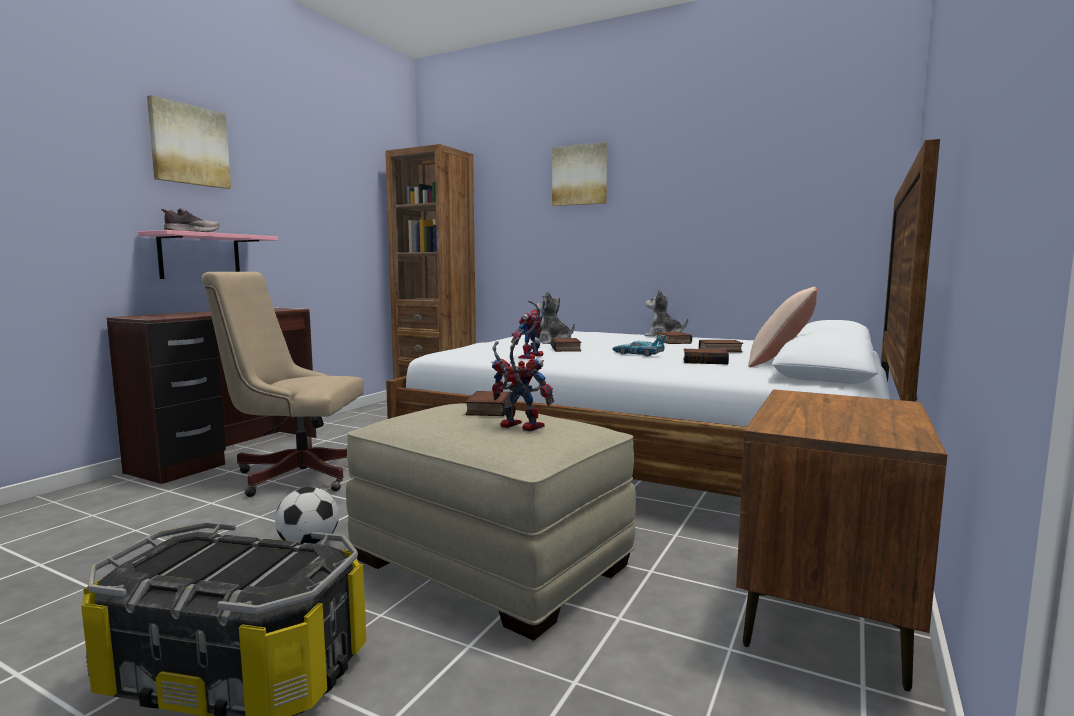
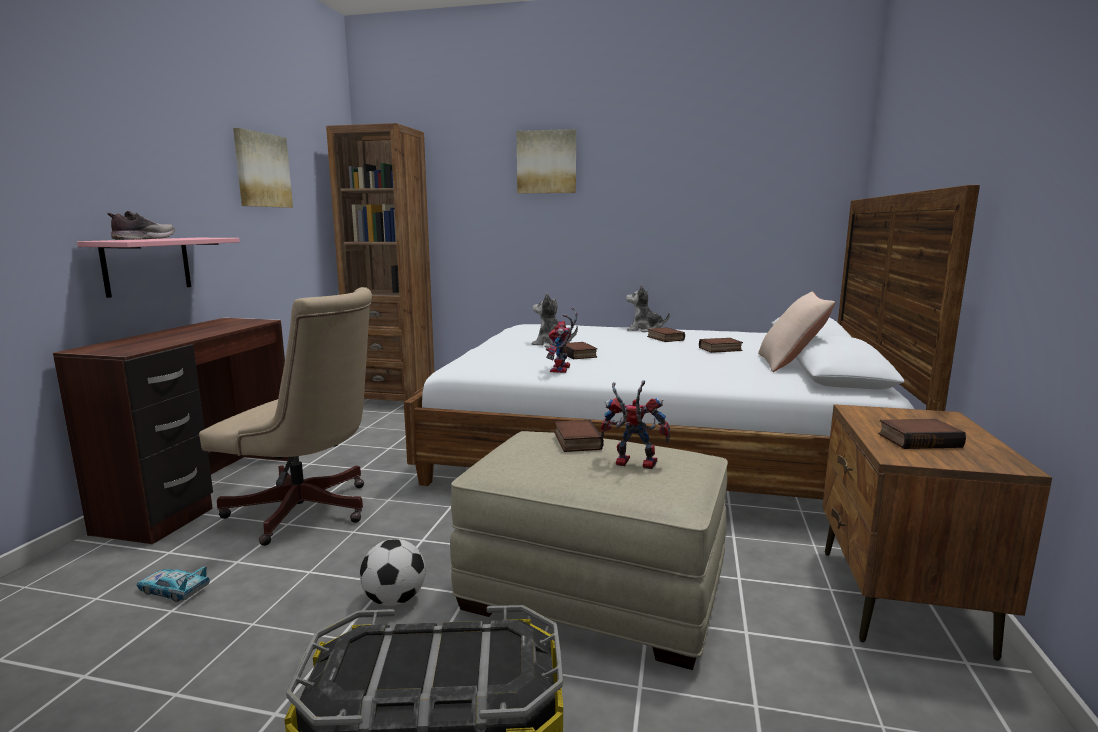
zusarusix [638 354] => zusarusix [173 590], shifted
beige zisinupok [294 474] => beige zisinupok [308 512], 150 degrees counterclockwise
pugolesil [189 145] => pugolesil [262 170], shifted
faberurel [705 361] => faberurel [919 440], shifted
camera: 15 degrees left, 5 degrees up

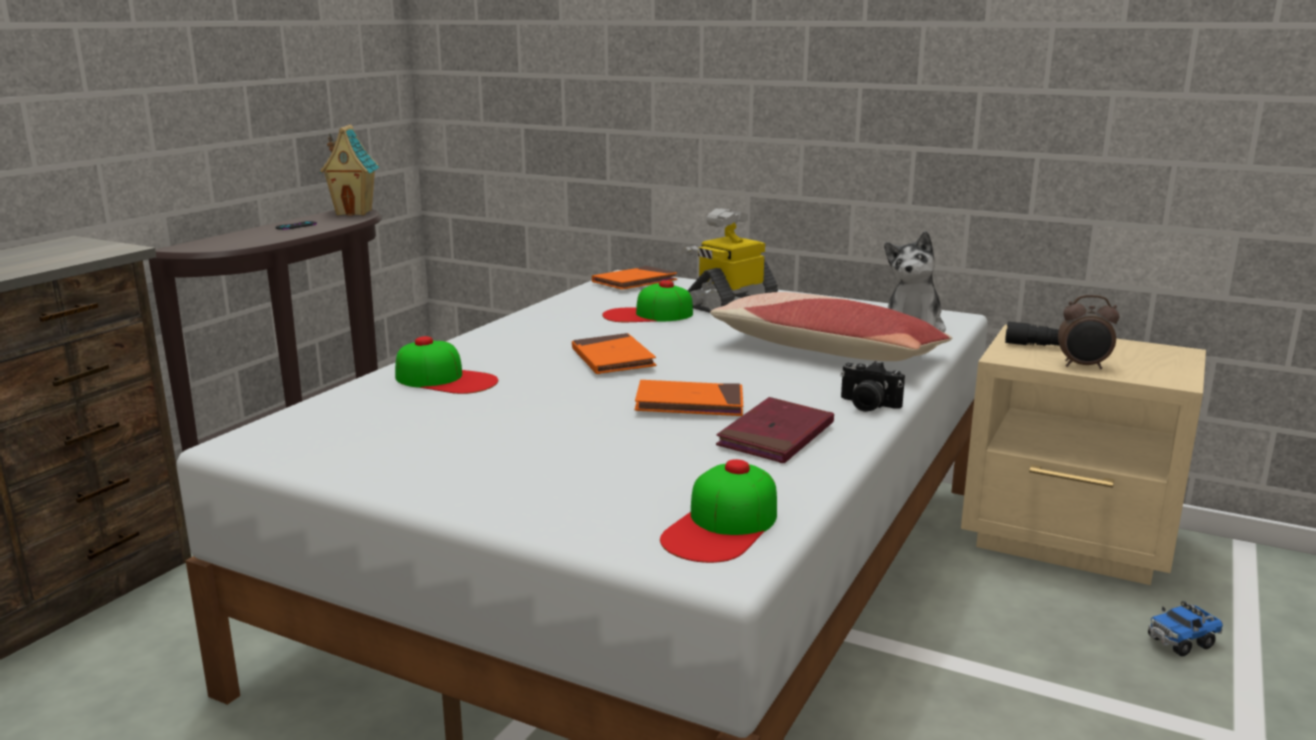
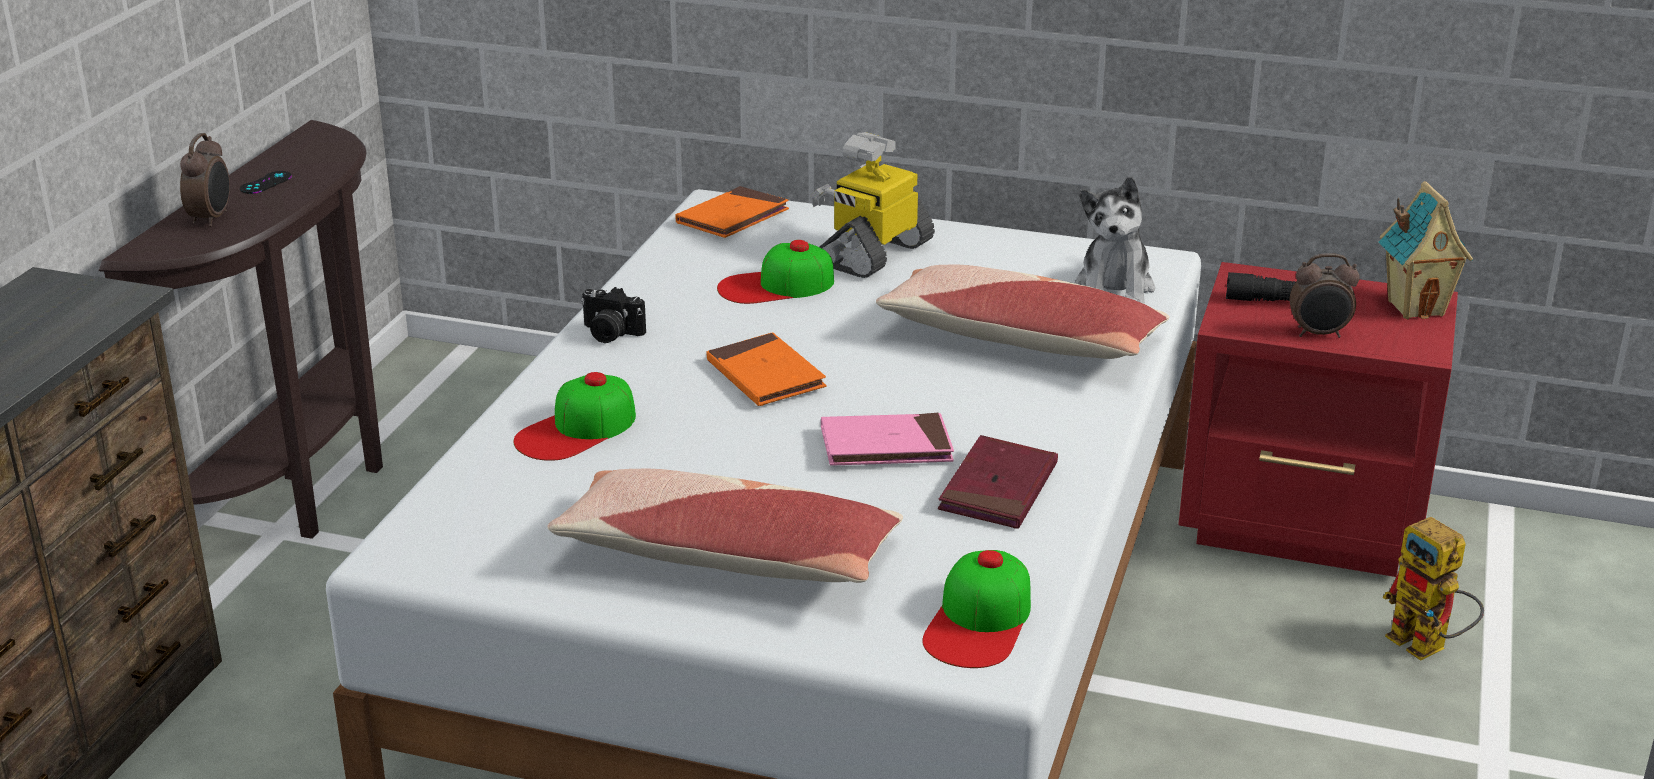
nothing => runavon [212 218]
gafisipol [446 379] => gafisipol [577 429], 120 degrees clockwise
nothing => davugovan [726 557]
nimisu [867 405] => nimisu [610 334], shifted
orange faberurel [689 404] => pink faberurel [886 446]
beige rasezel [1070 541] => red rasezel [1305 525]
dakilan [355 212] => dakilan [1415 307], shifted
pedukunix [1181 642] => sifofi [1428 647]
camera: 10 degrees left, 10 degrees up

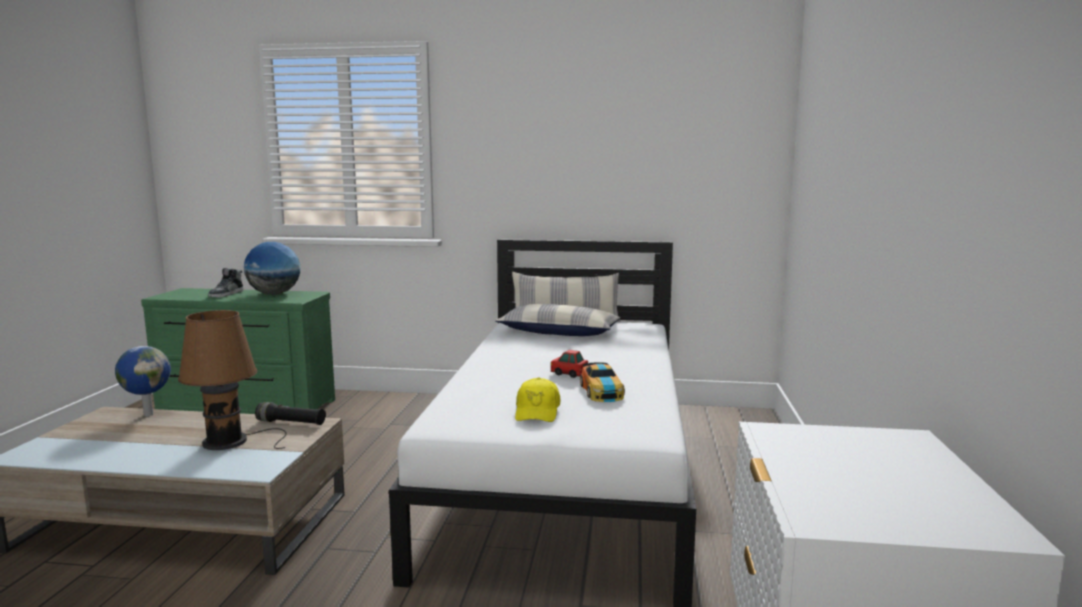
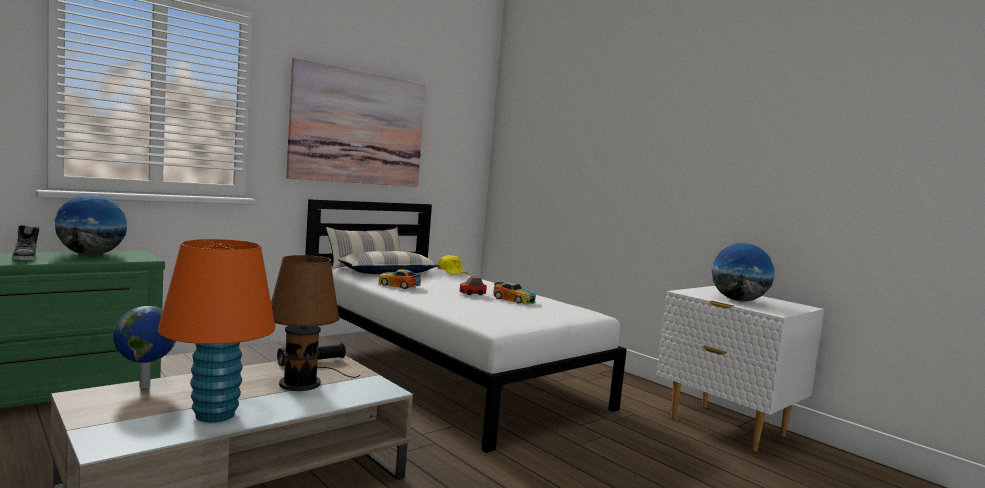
nothing => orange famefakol [214 415]
nothing => pugolesil [359 128]
nothing => zusarusix [398 285]
yellow gafisipol [537 411] => yellow gafisipol [452 272], shifted
nothing => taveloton [738 300]
camera: 50 degrees left, 5 degrees down

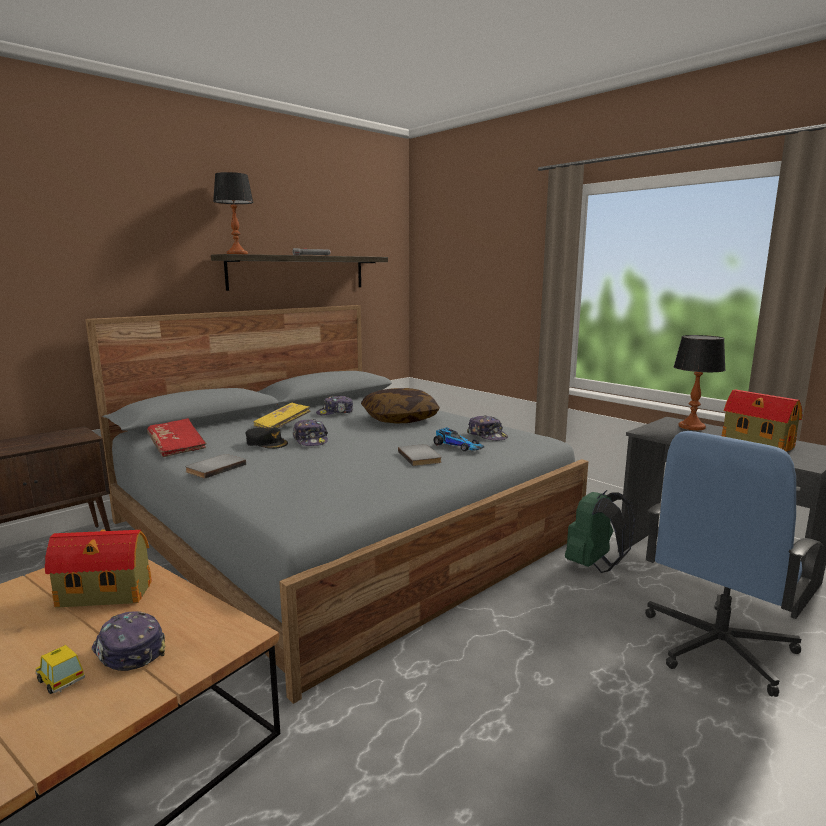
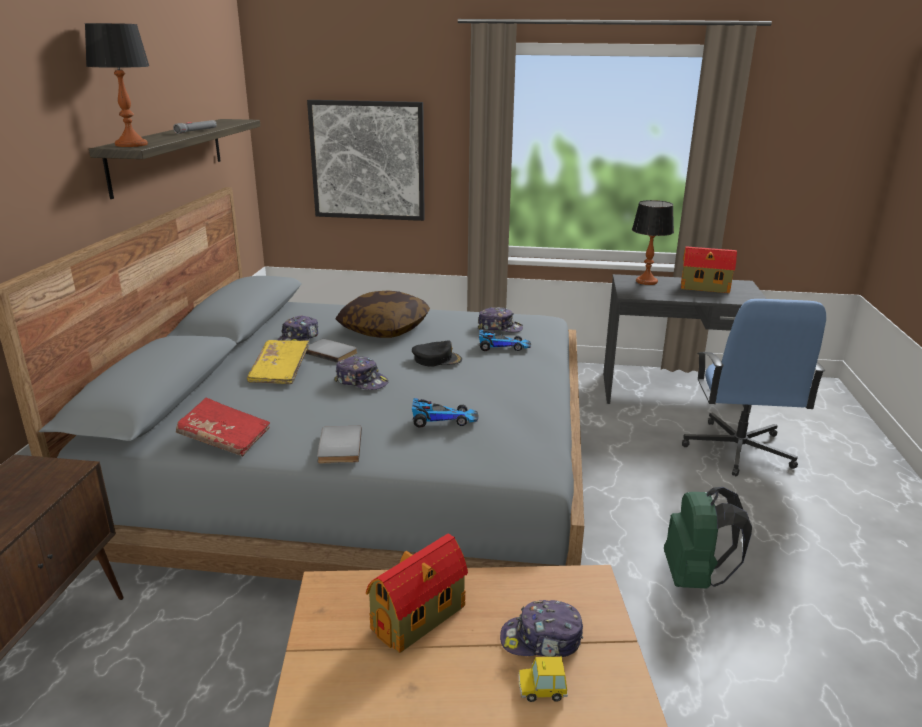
grey faberurel [421 457] => grey faberurel [331 352], shifted
nothing => pugolesil [368 160]
black gafisipol [267 443] => black gafisipol [437 359], shifted
nothing => zusarusix [442 419]
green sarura [594 565] => green sarura [695 578], shifted
camera: 40 degrees left, 10 degrees up

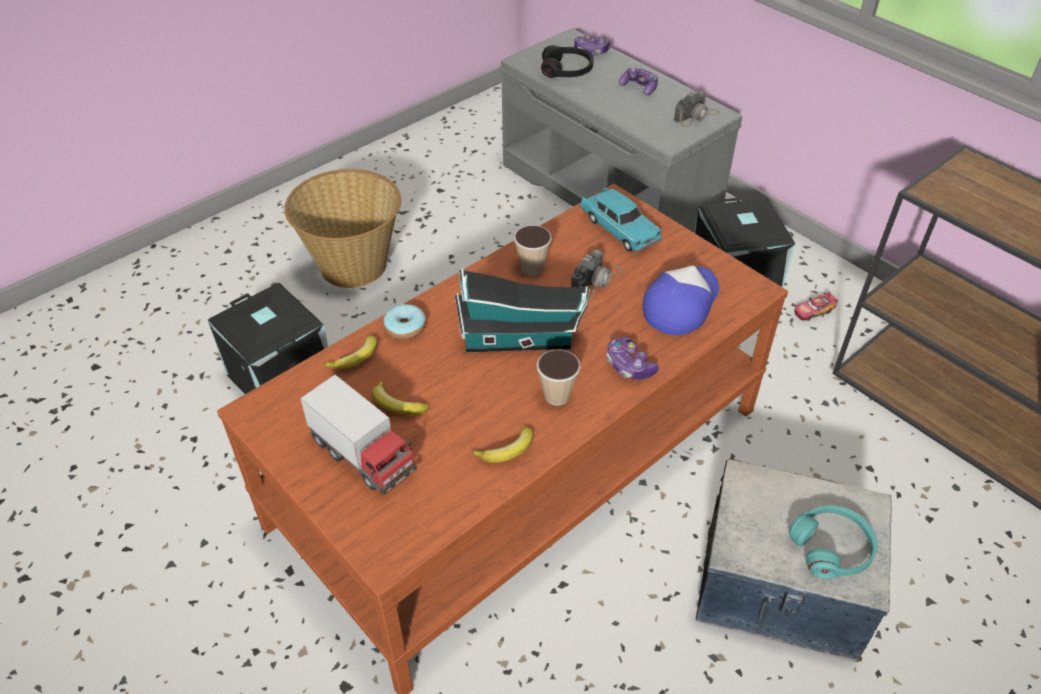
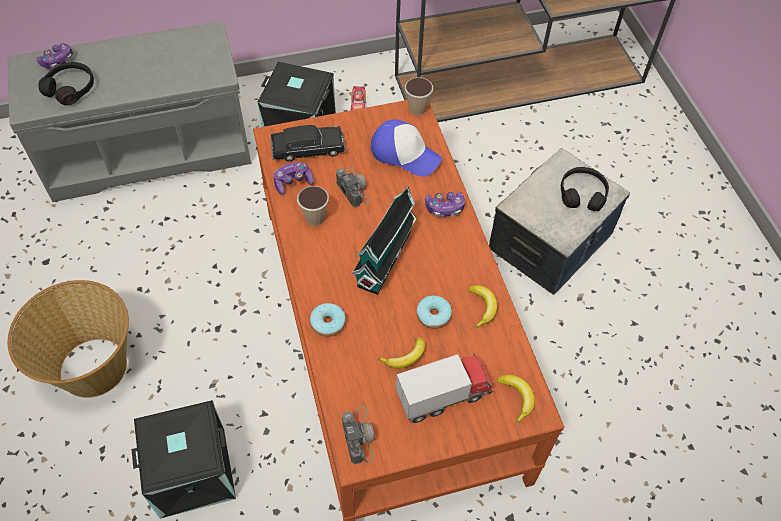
turquoise zusarusix [619 229] => black zusarusix [308 150]
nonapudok [639 87] => nonapudok [293 182], shifted
nimisu [696 116] => nimisu [359 435], shifted
gafisipol [681 304] => gafisipol [405 154], 150 degrees clockwise
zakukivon [557 396] => zakukivon [417 109], shifted
nothing => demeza [433 315]
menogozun [356 359] => menogozun [517 398], shifted
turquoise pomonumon [831 548] => black pomonumon [582 193]
camera: 65 degrees left, 10 degrees up

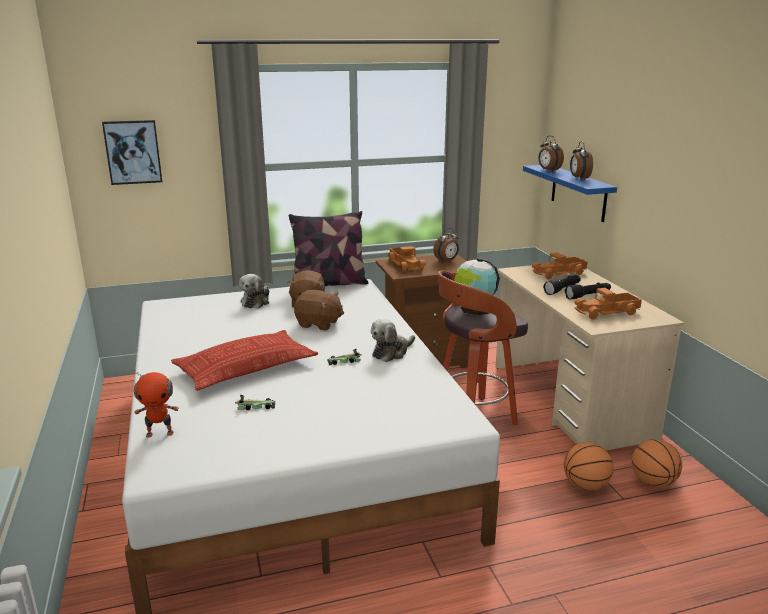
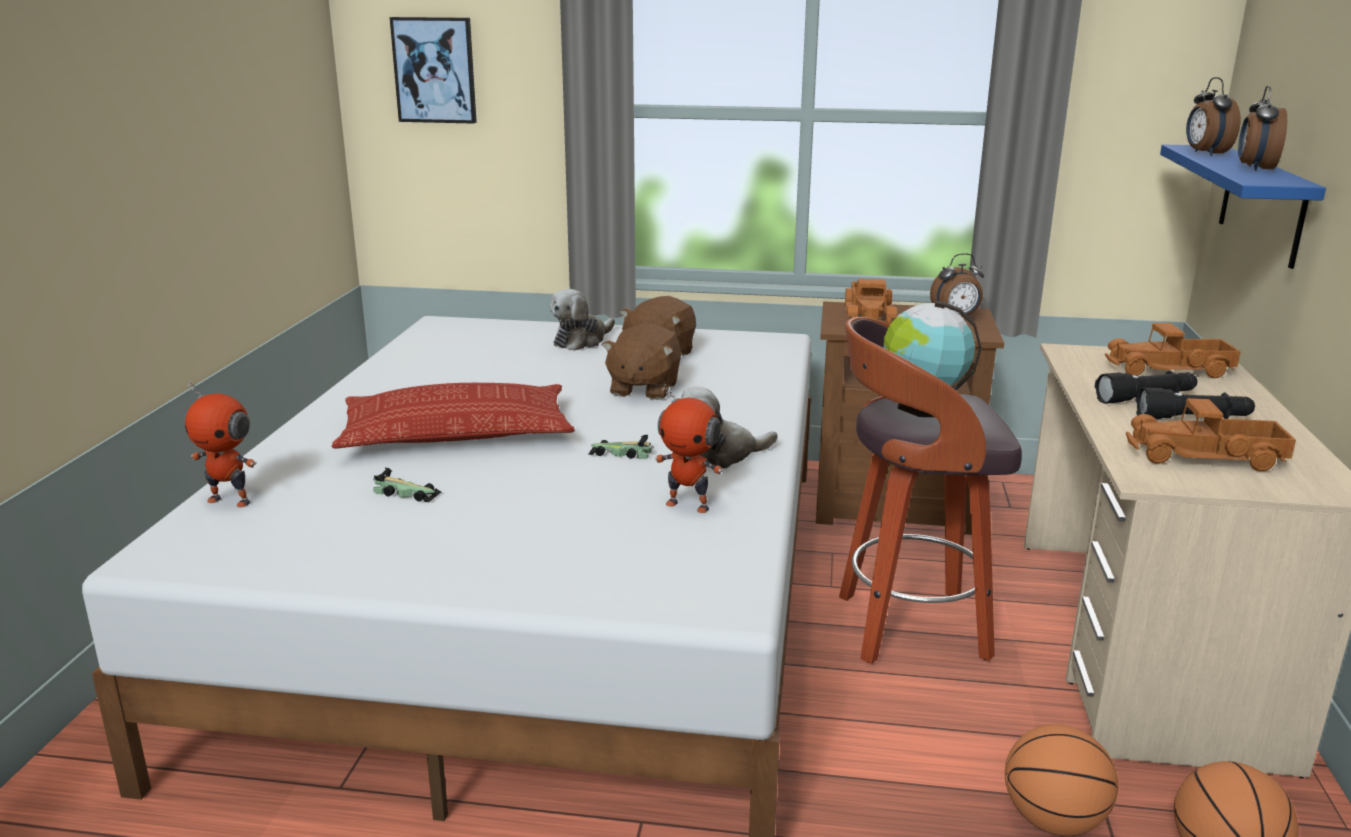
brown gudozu [319 324] => brown gudozu [643 389], 60 degrees clockwise
nothing => sifofi [688 505]
davugovan [329 284] => nothing
camera: 25 degrees right, 0 degrees up

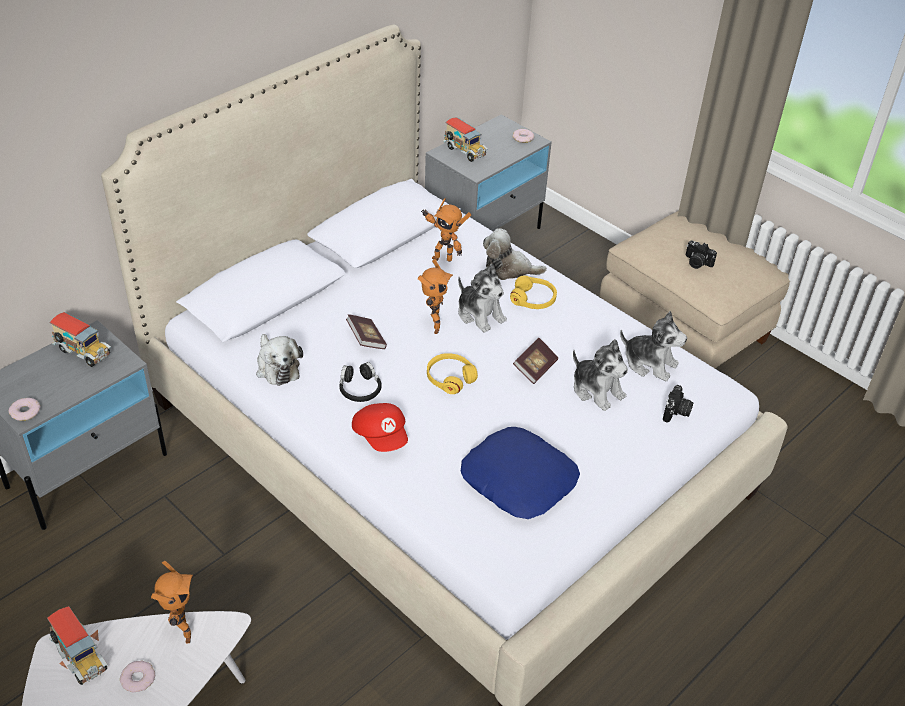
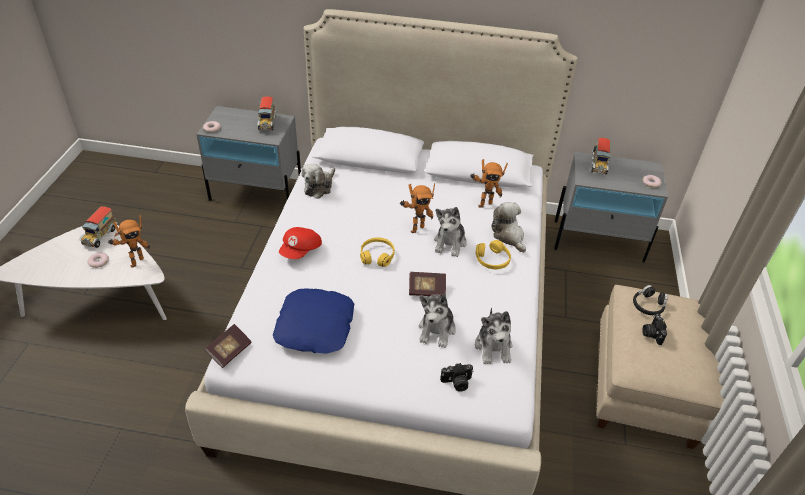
faberurel [366 339] => faberurel [229 351], shifted
sifofi [442 257] => sifofi [484 203], 90 degrees counterclockwise
black pomonumon [359 389] => black pomonumon [648 305], shifted
camera: 55 degrees right, 0 degrees up

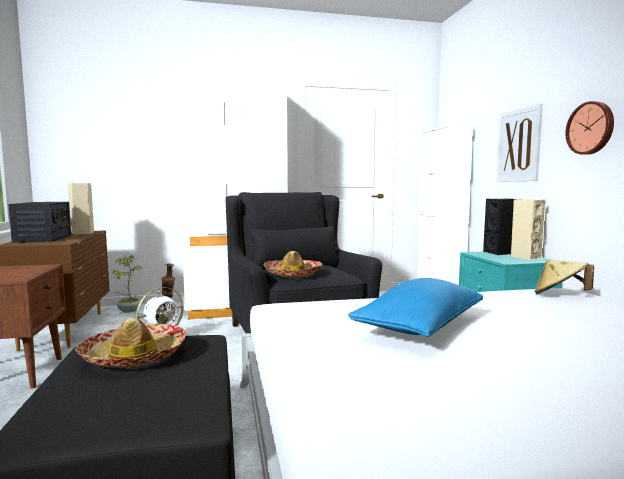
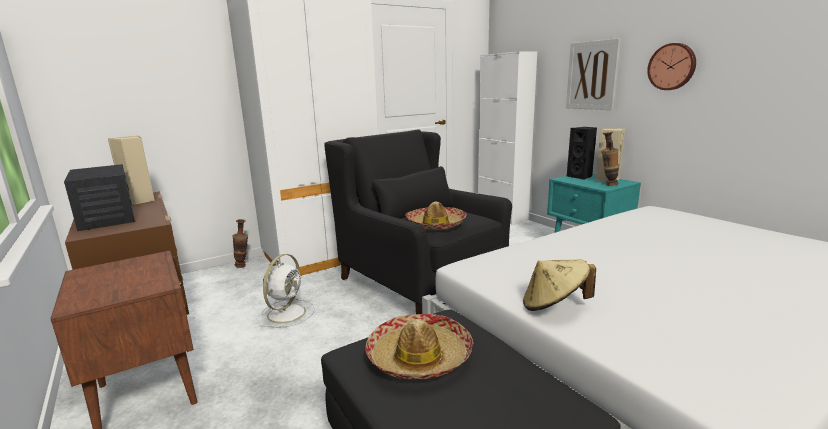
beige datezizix [560 295] => beige datezizix [554 305], shifted
nothing => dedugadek [607 184]
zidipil [128 310] => nothing
blue davugovan [420 327] => nothing
camera: 20 degrees left, 10 degrees up

